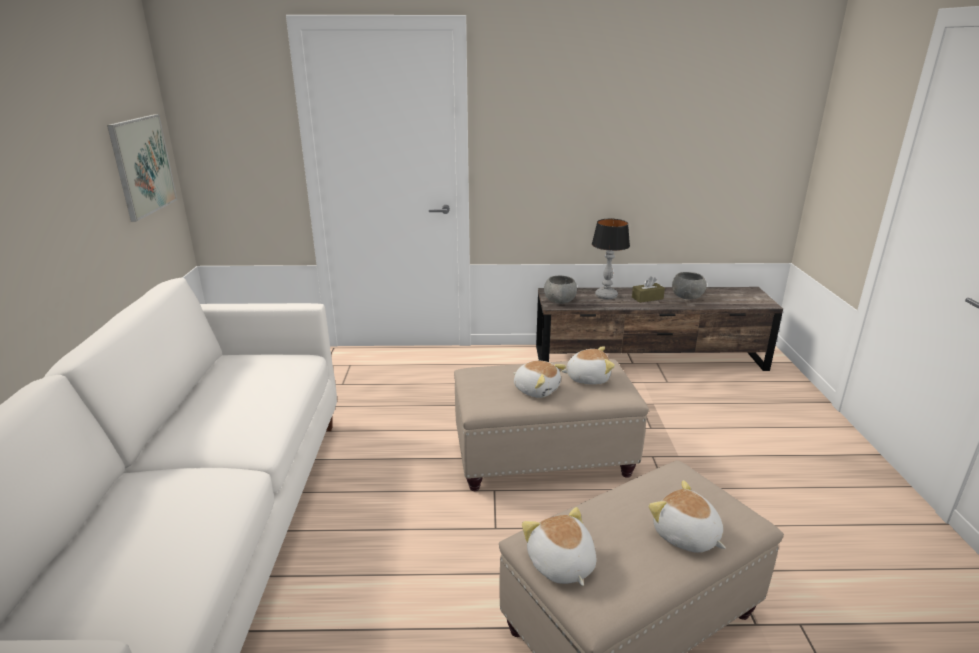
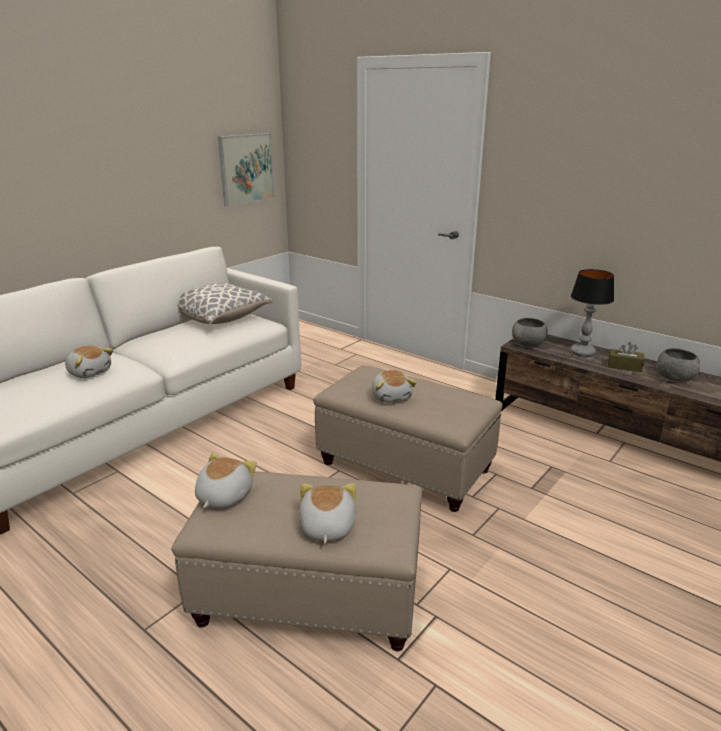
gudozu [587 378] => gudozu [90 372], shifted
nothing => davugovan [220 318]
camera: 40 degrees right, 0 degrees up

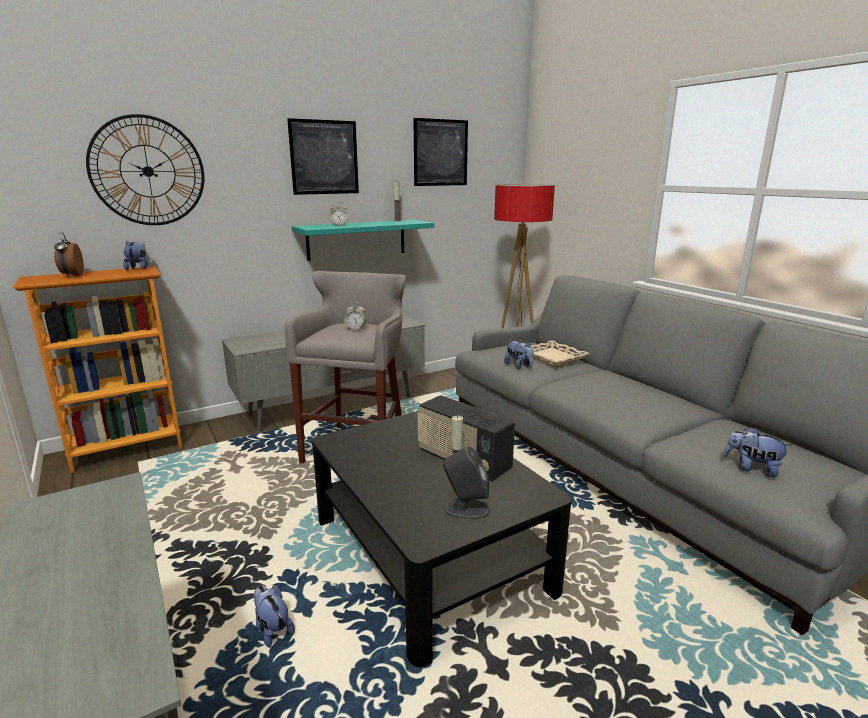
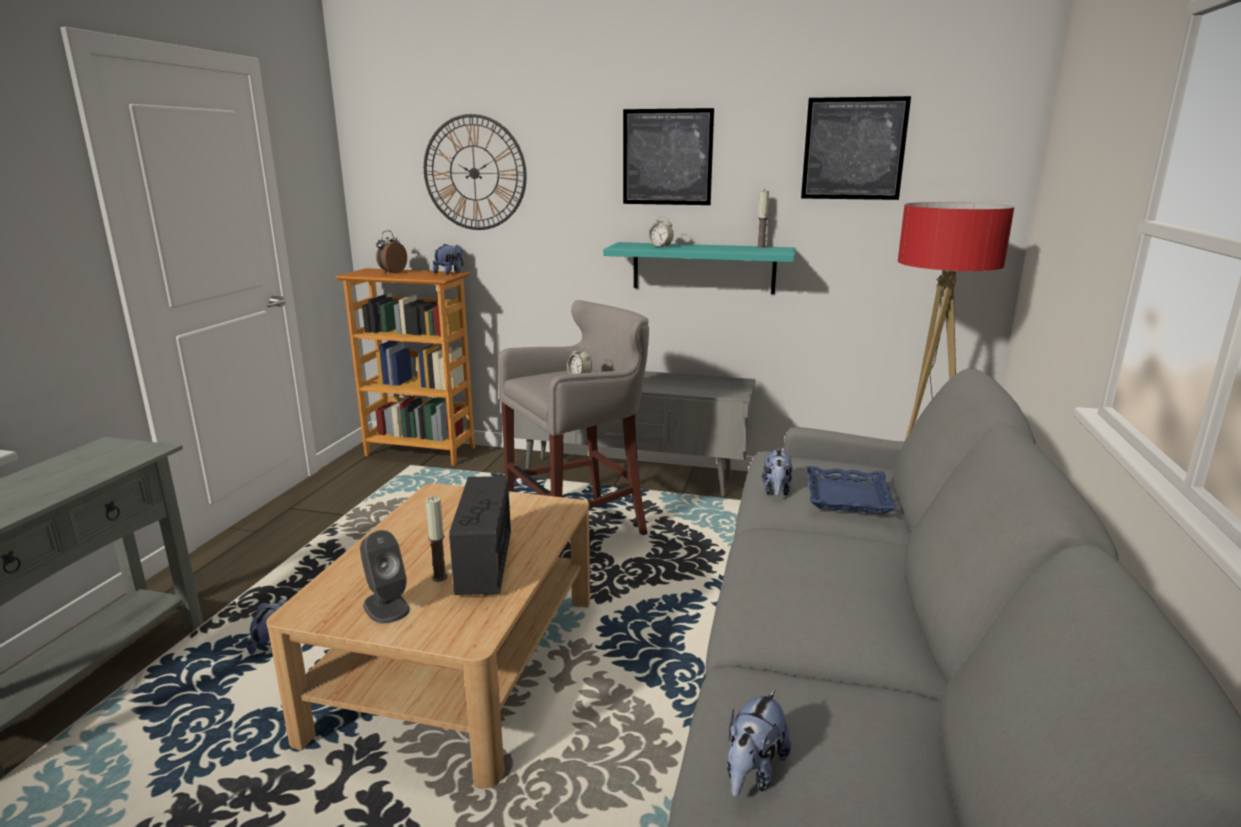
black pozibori [430 553] => beige pozibori [460 664]
gudozu [752 468] => gudozu [753 772], 135 degrees counterclockwise
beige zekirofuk [552 357] => blue zekirofuk [846 496]
camera: 45 degrees right, 0 degrees up

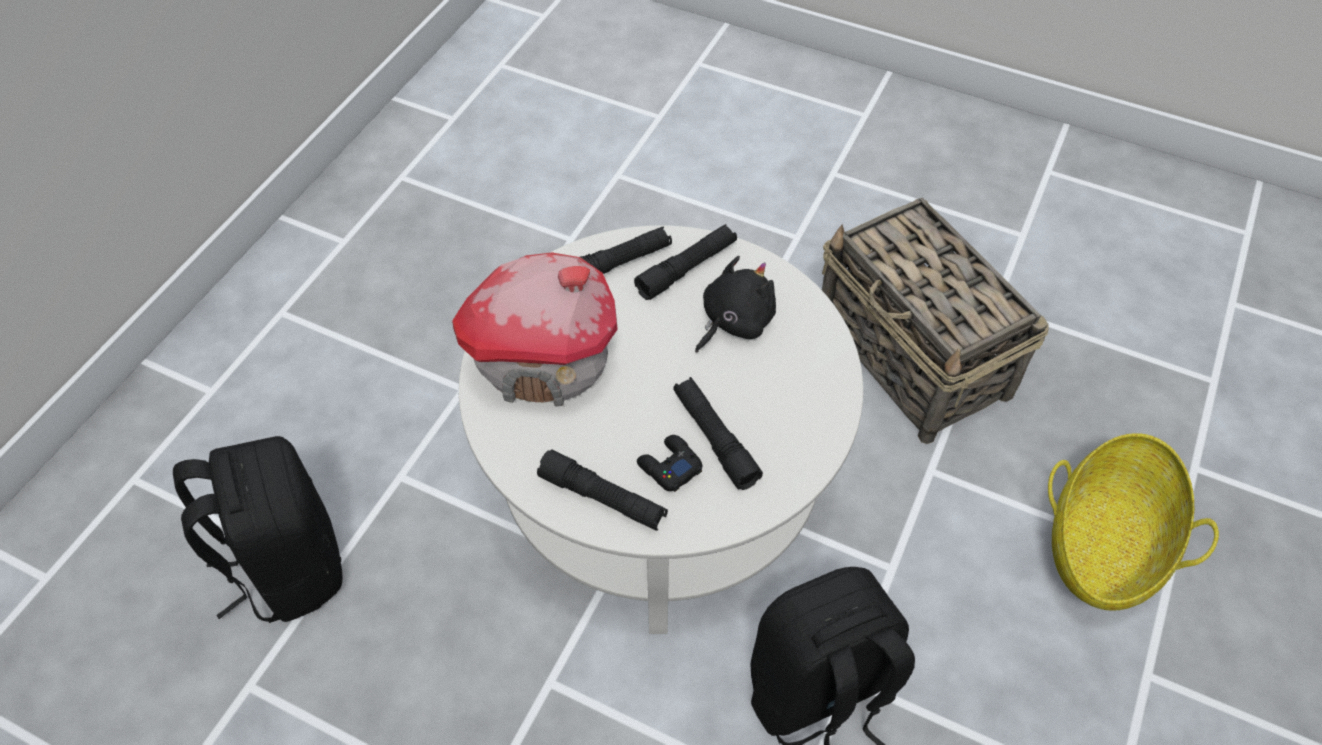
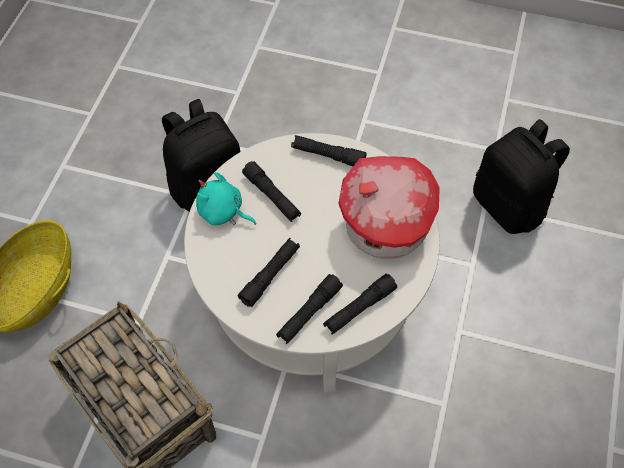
nothing => turquoise gudozu [223 212]
black gudozu [734 322] => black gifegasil [270 275]
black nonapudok [669 467] => nothing
camera: 170 degrees right, 5 degrees up

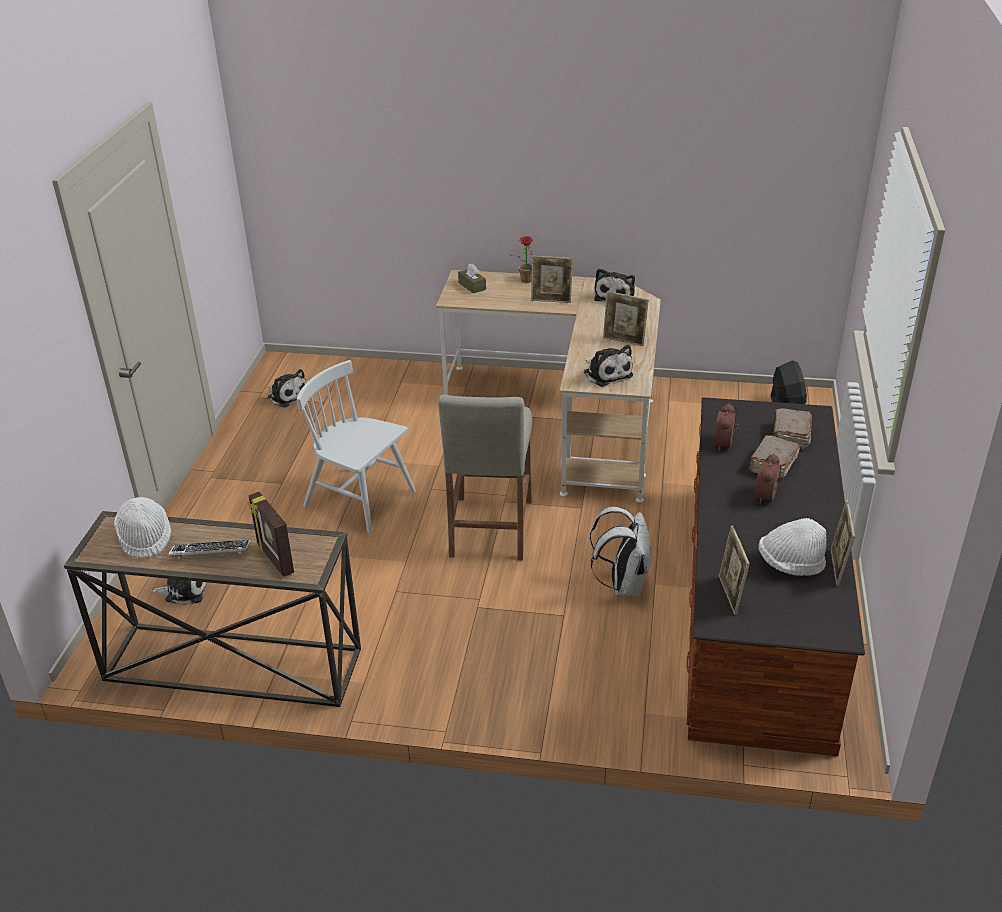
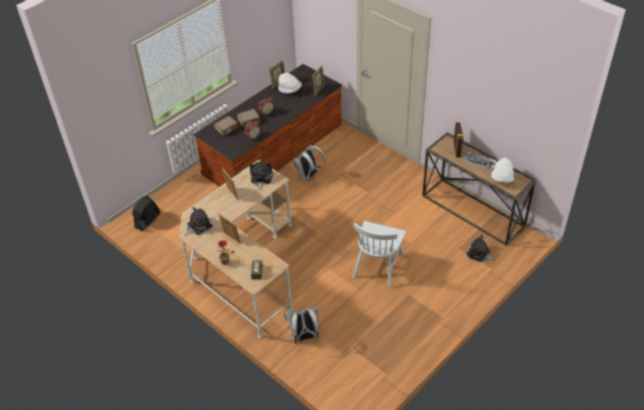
nothing => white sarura [304 336]
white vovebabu [360 499] => white vovebabu [378 266], 45 degrees clockwise
gudozu [287 395] => nothing
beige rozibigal [490 527] => nothing
camera: 145 degrees left, 10 degrees up

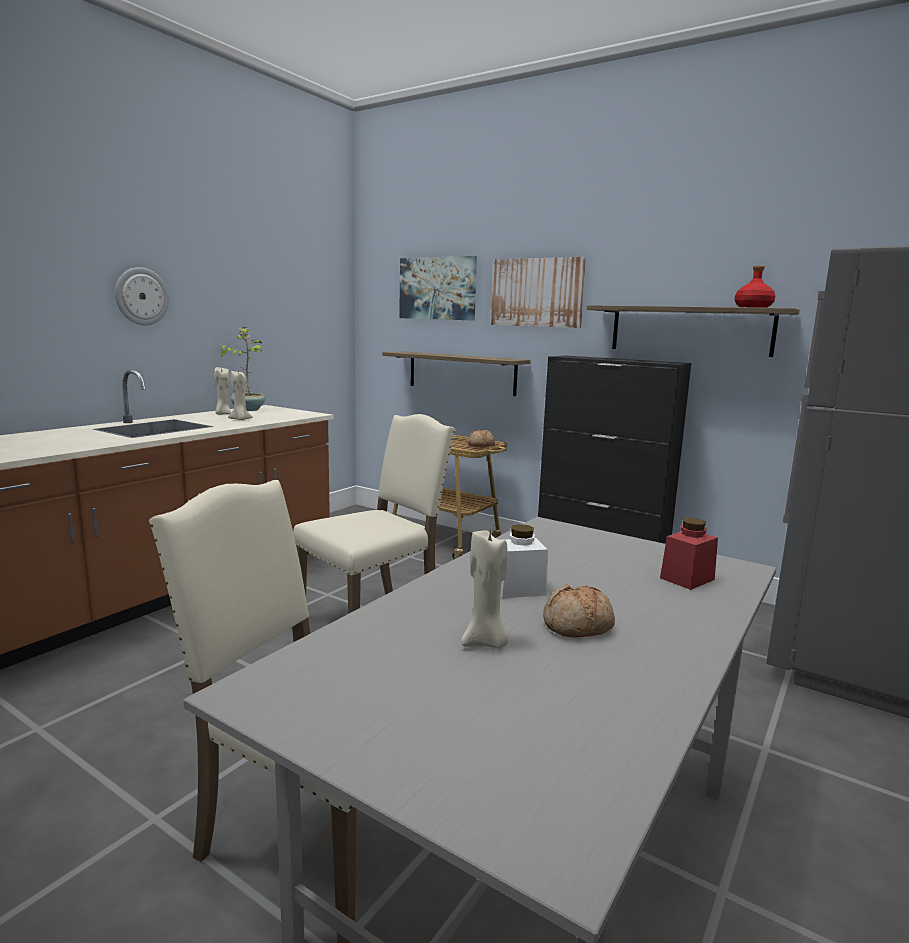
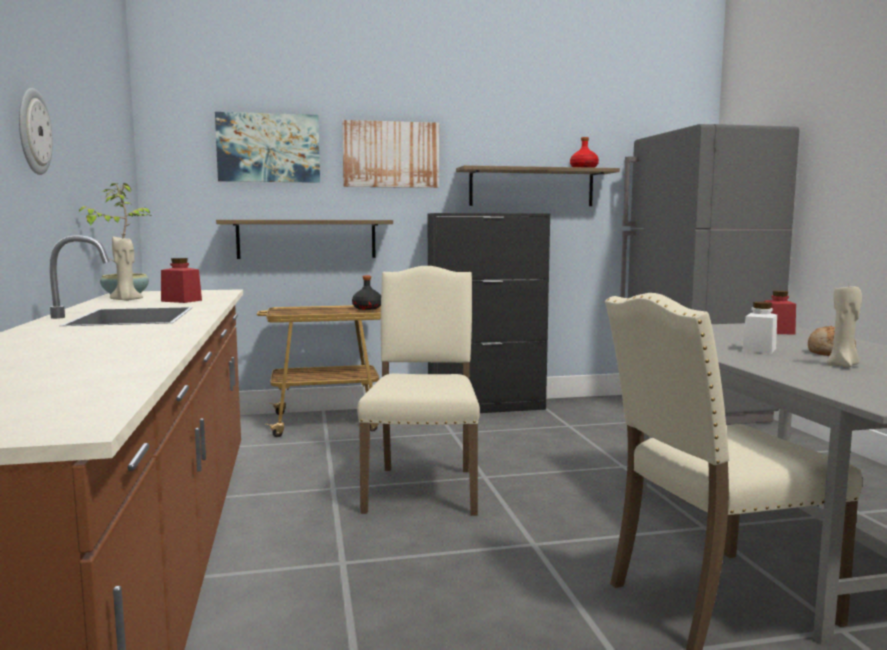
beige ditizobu [240 419] => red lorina [181 301]
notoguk [481 445] => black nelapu [367 308]
camera: 45 degrees left, 5 degrees down

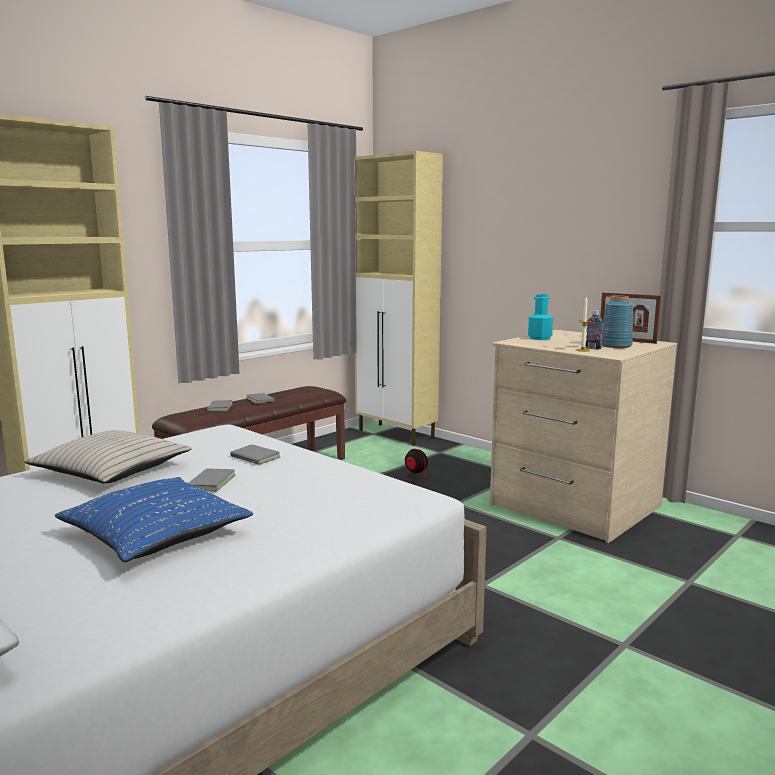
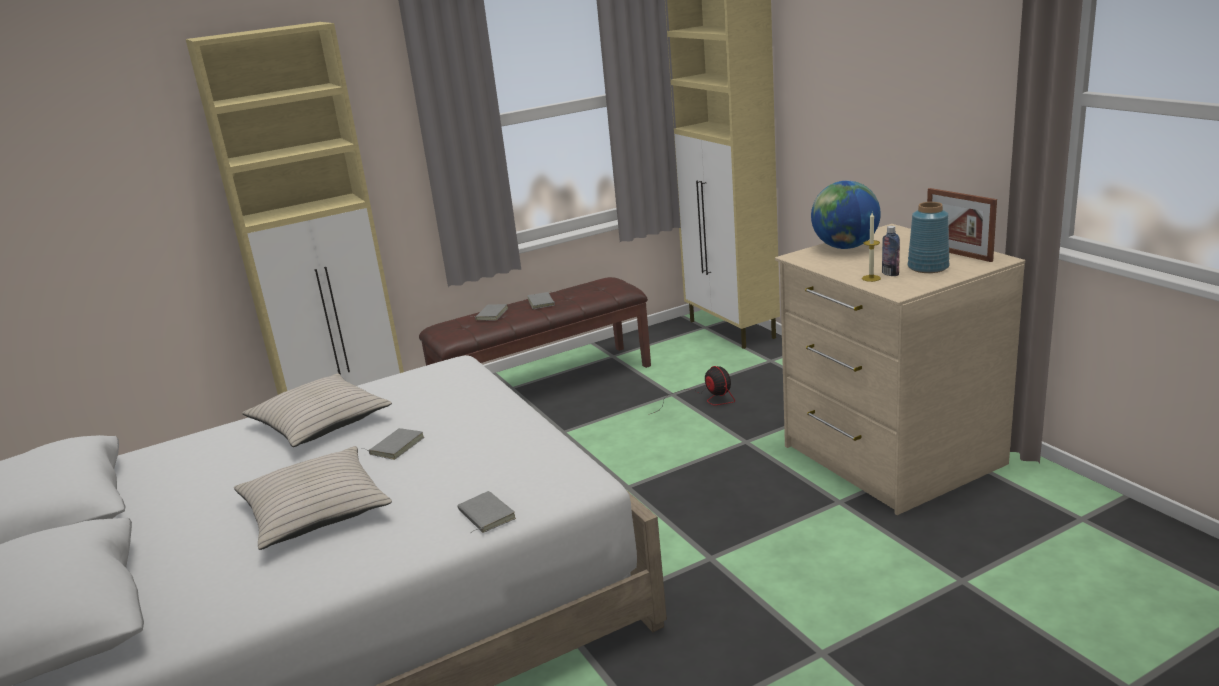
blue davugovan [156 534] => beige davugovan [315 511]
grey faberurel [254 458] => grey faberurel [484 515], shifted
turquoise nelapu [539 338] => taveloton [845 247]
camera: 20 degrees right, 10 degrees up

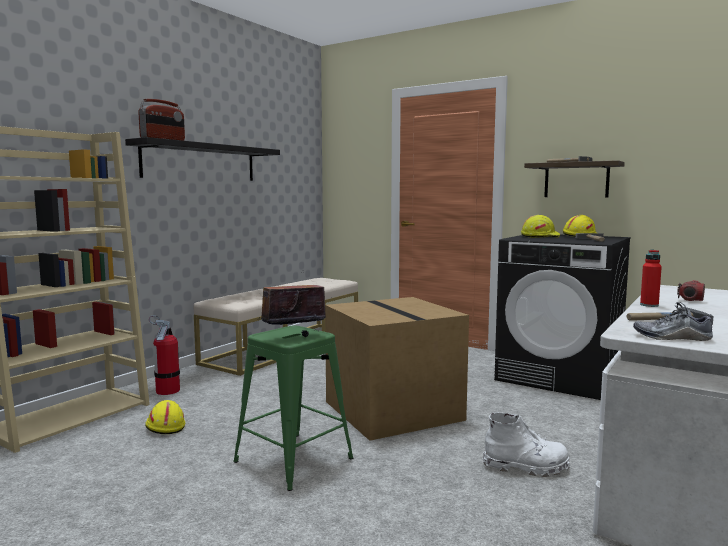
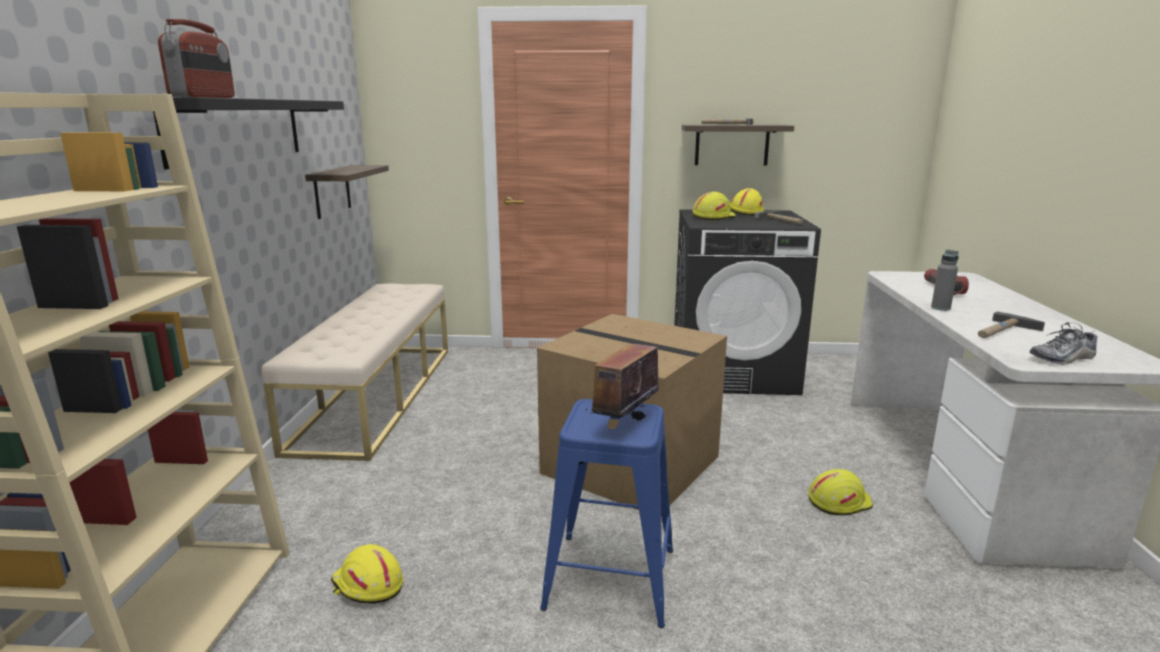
nothing => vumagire [332 191]
green rozibigal [293 460] => blue rozibigal [610 578]
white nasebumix [526 467] => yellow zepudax [838 501]
red nelapu [649 305] => grey nelapu [940 308]
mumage [167 390] => nothing
camera: 30 degrees left, 10 degrees up

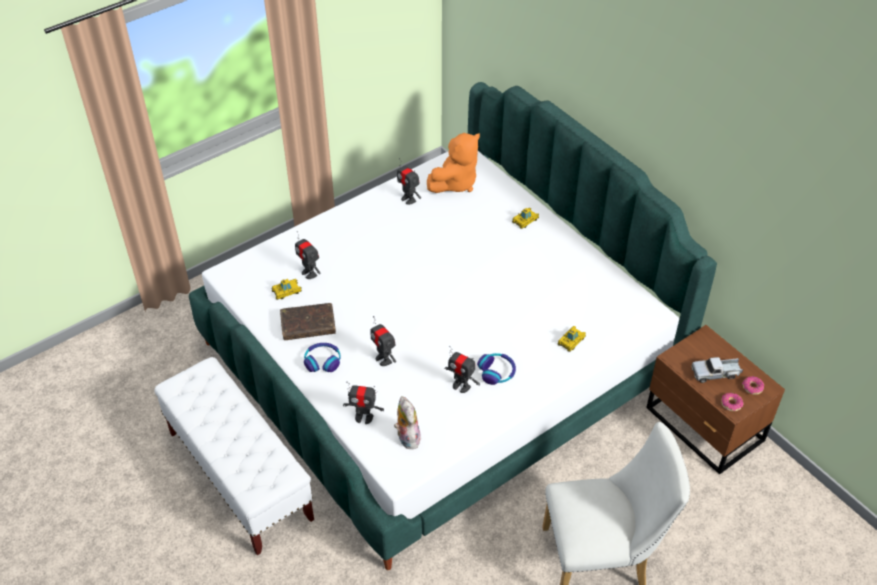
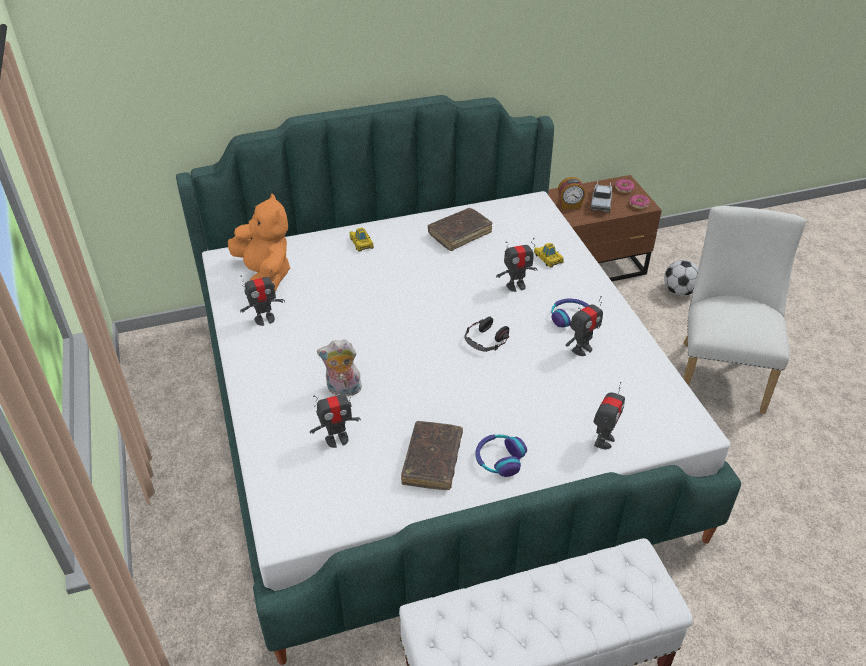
gudozu [406 437] => gudozu [343 390], shifted
nothing => brown faberurel [460 234]
nothing => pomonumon [486 340]
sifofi [384 359] => sifofi [516 286], shifted
nothing => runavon [569 205]
nothing => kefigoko [679 291]
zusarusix [287 291] => nothing
camera: 70 degrees left, 5 degrees down

